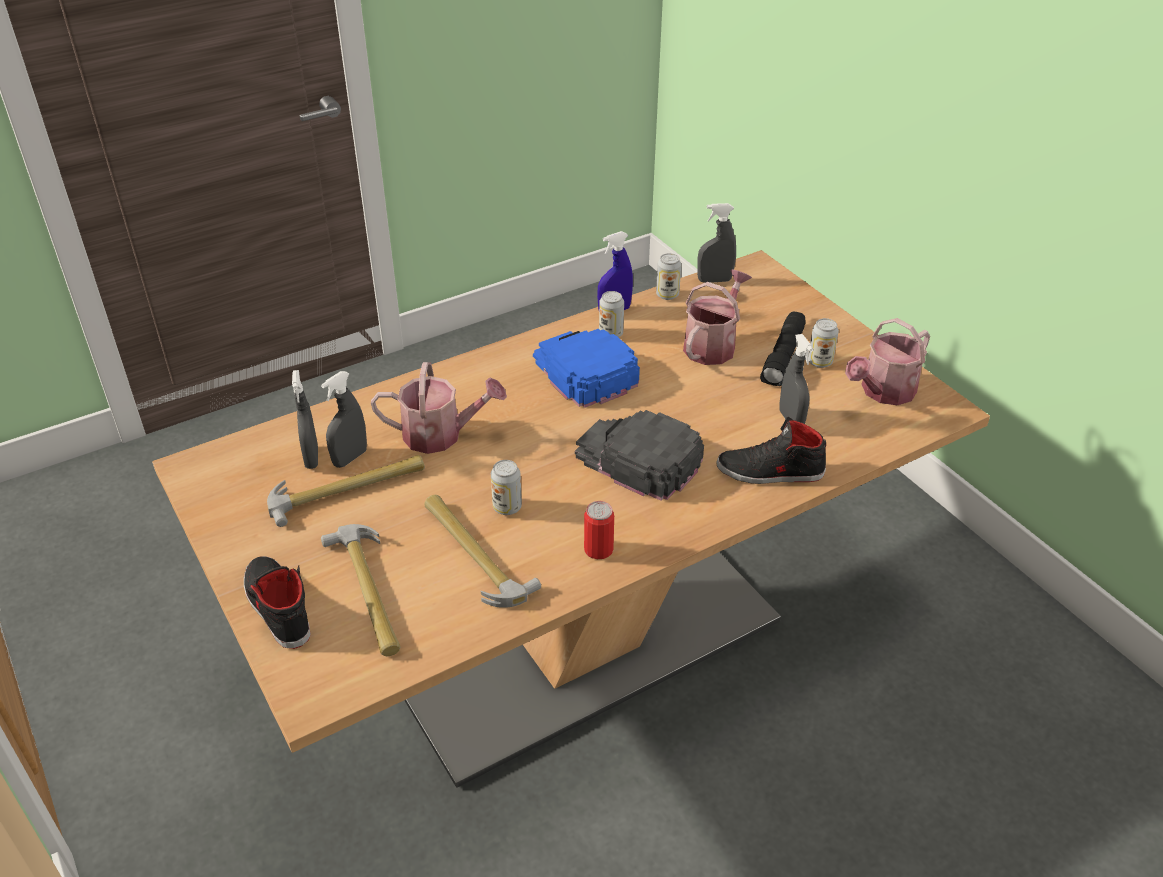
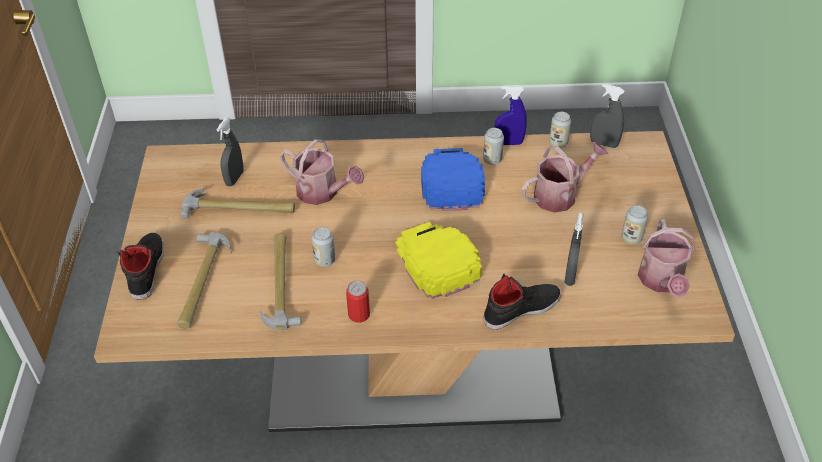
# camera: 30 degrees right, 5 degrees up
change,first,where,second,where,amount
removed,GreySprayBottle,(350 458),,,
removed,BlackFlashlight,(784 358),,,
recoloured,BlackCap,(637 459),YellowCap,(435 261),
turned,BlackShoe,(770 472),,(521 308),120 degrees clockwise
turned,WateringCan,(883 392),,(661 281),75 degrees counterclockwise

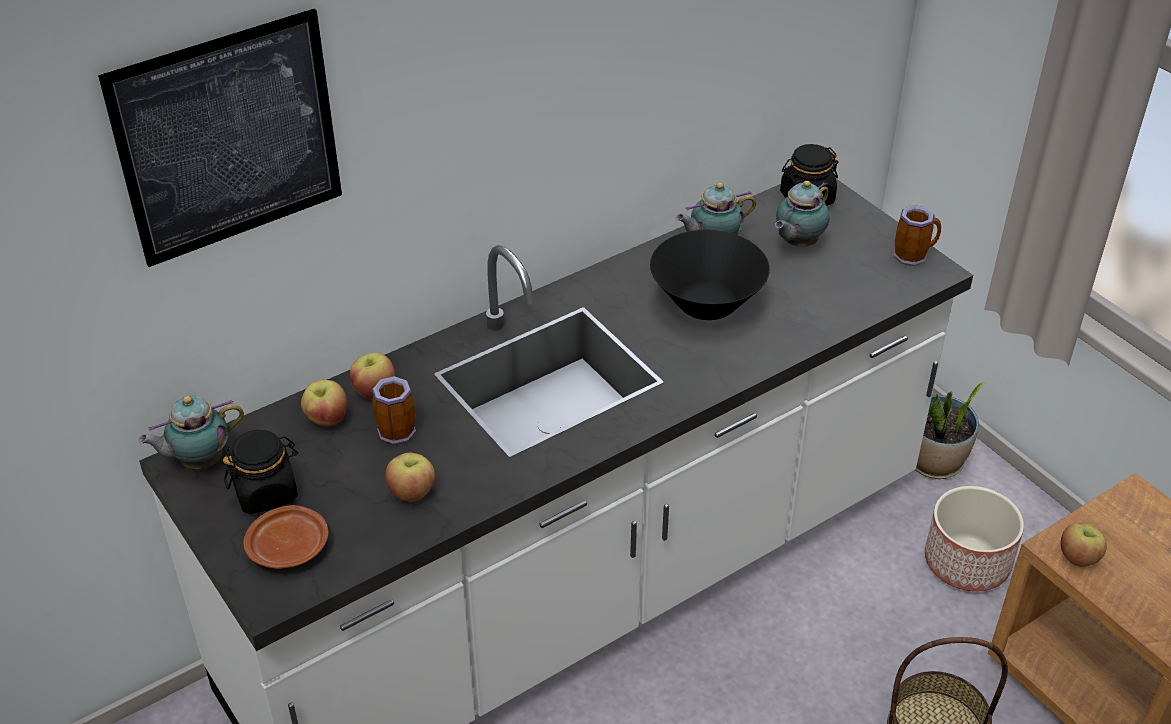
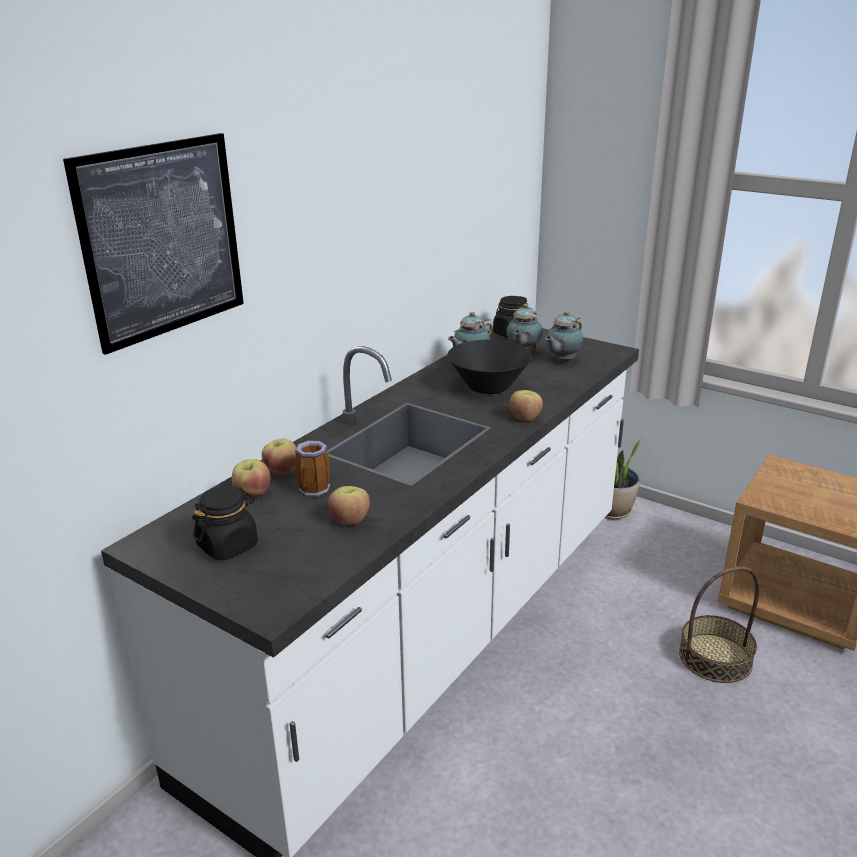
# camera: 20 degrees left, 15 degrees down
change,first,where,second,where,amount
removed,BrownPlate,(289 547),,,
removed,Mug,(913 255),,,
removed,Planter,(966 563),,,
moved,Teapot,(199 461),,(561 360),
moved,Apple,(1079 557),,(525 418),

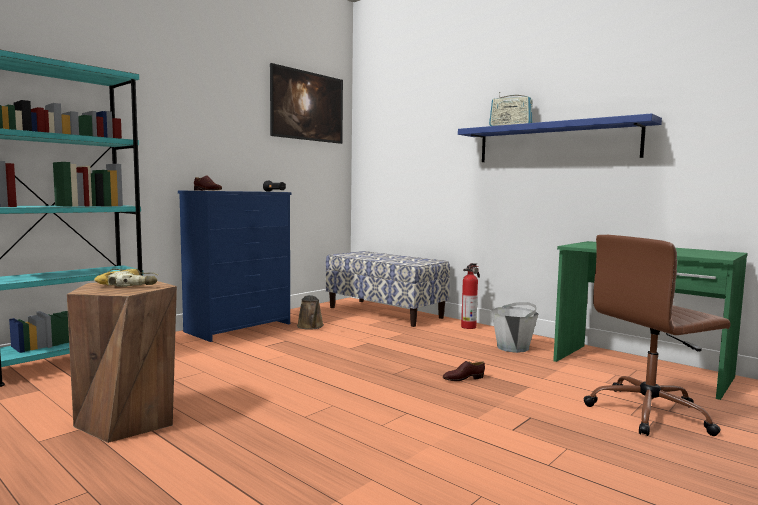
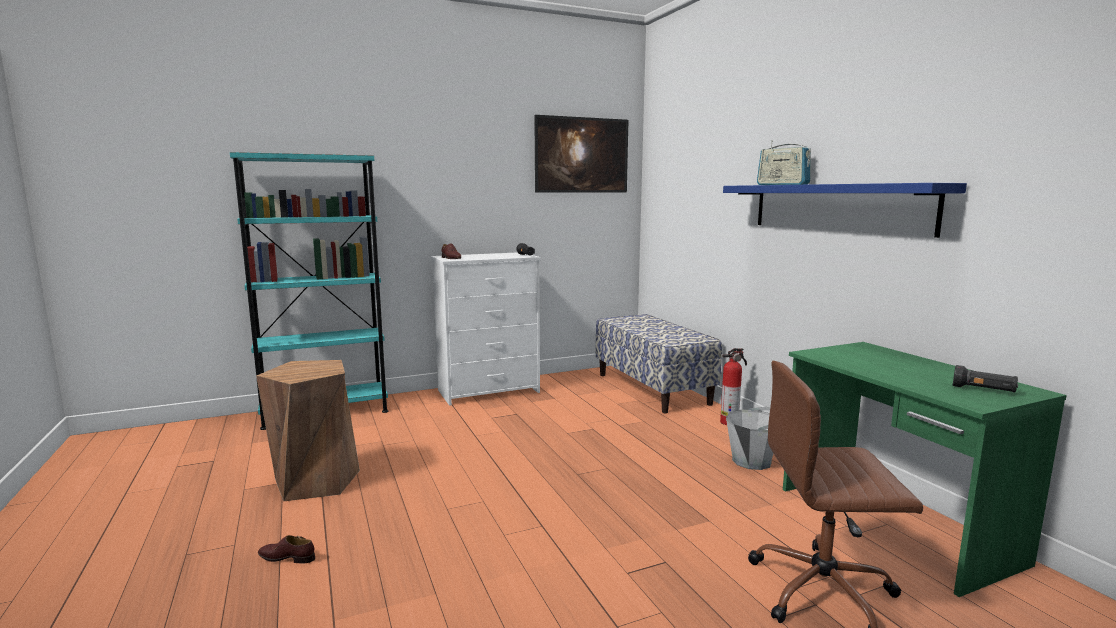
# camera: 25 degrees right, 5 degrees up
change,first,where,second,where,amount
removed,PowerDrill,(130 284),,,
removed,BrownWateringCan,(311 326),,,
added,,,BlackFlashlight,(983 390),
moved,BrownShoe,(463 378),,(287 557),
recoloured,BlueDresser,(239 327),WhiteDresser,(489 391),

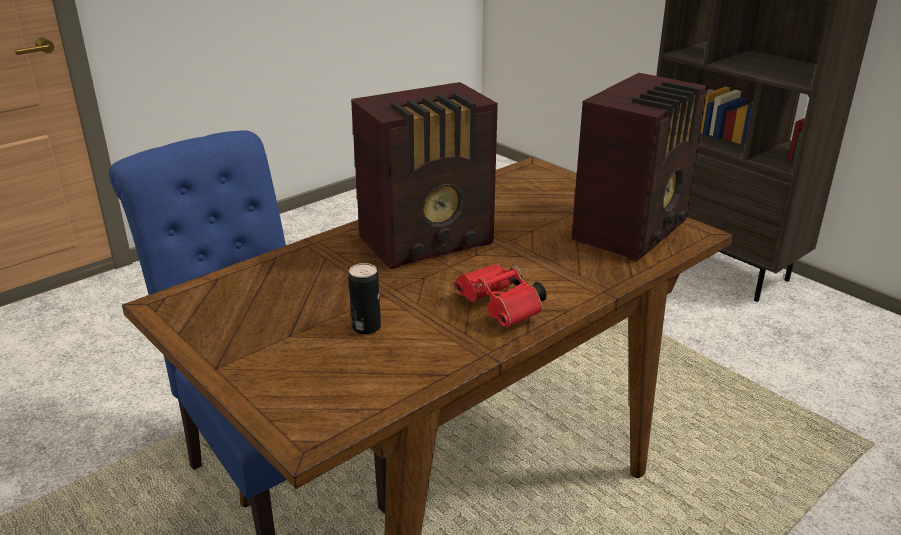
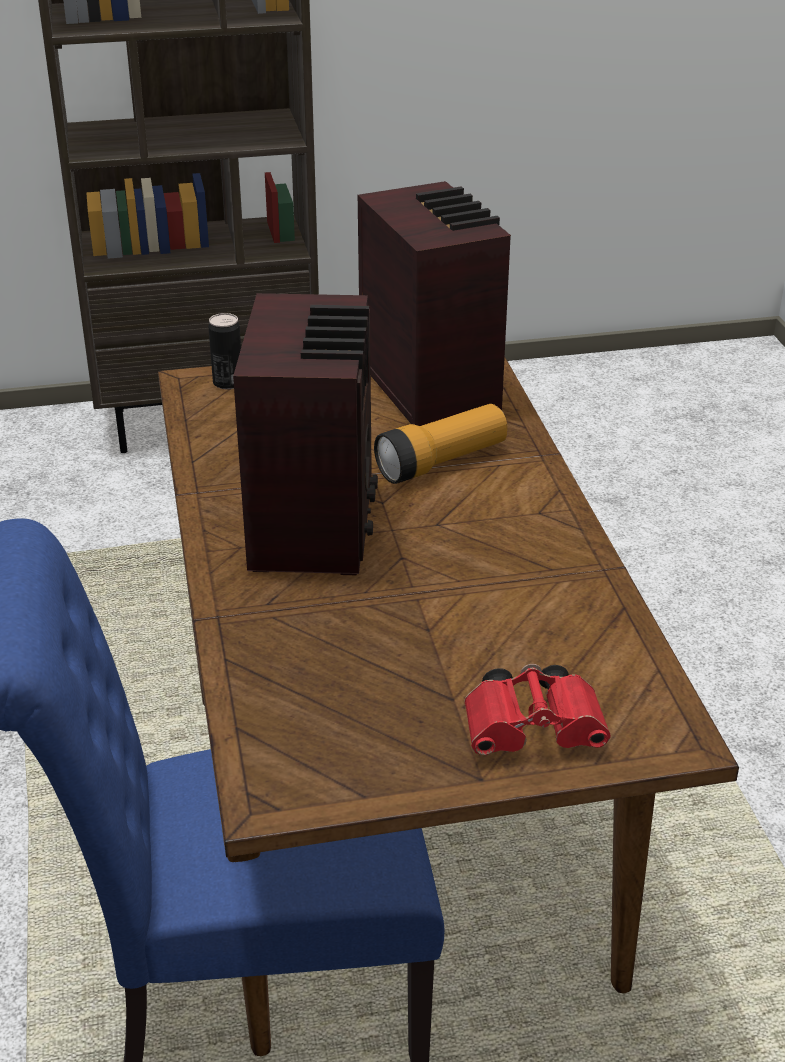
# camera: 60 degrees left, 5 degrees up
change,first,where,second,where,amount
added,,,Flashlight,(441 462),
moved,Can,(366 327),,(228 383),
moved,RedBinoculars,(502 309),,(536 732),

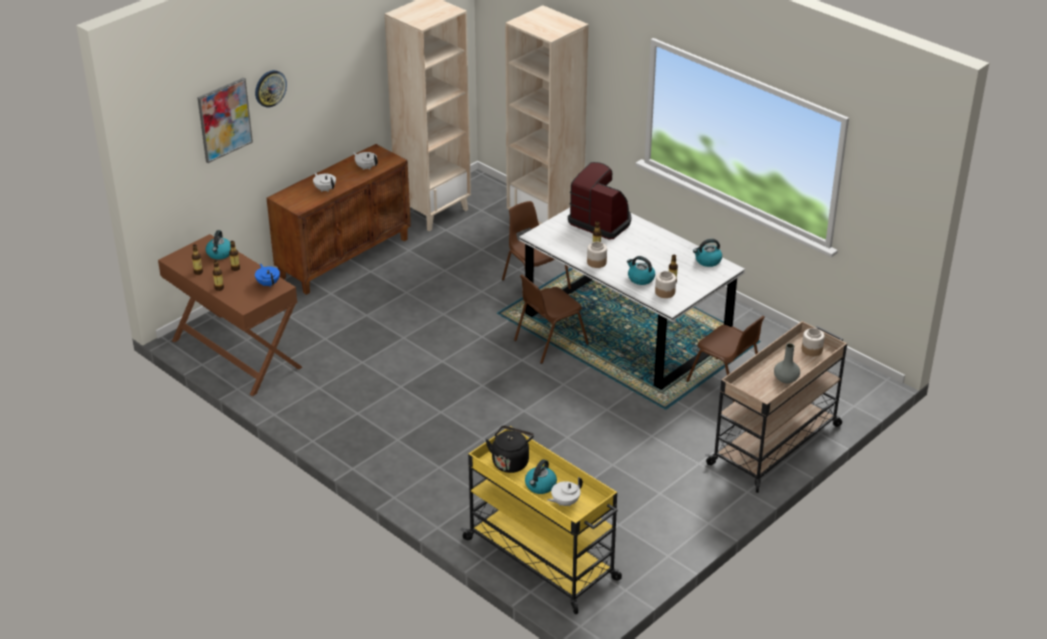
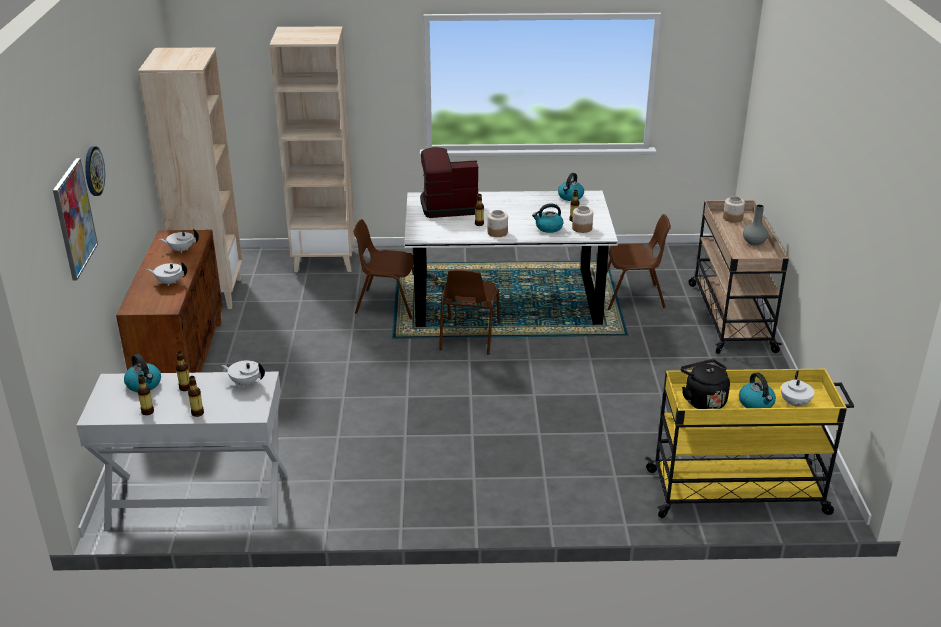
# camera: 45 degrees left, 5 degrees down
change,first,where,second,where,amount
recoloured,BrownConsoleTable,(235 354),WhiteConsoleTable,(198 501),
recoloured,BlueTeapot,(268 283),WhiteTeapot,(245 383),

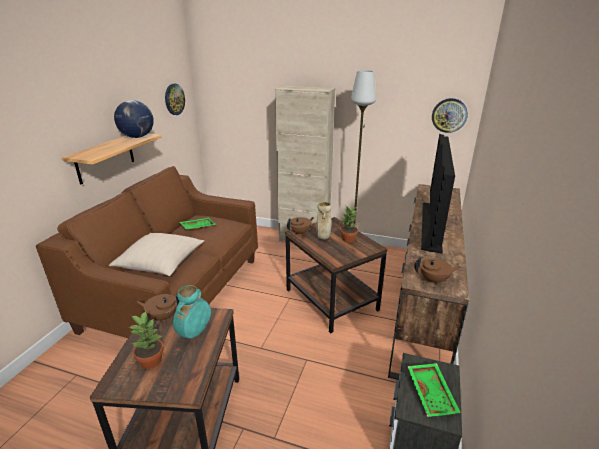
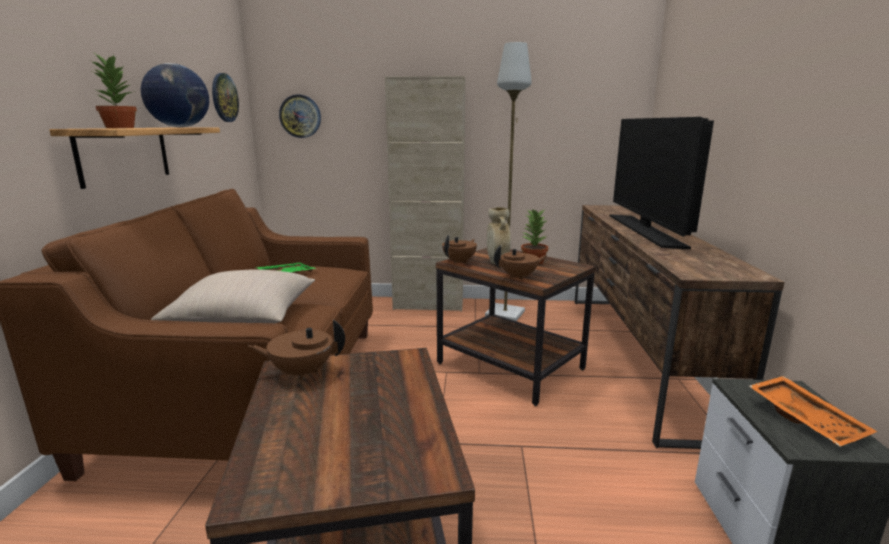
# camera: 15 degrees left, 10 degrees down
change,first,where,second,where,amount
removed,TurquoiseVase,(194 332),,,
moved,PottedPlant,(151 360),,(120 128),
moved,BrownTeapot,(434 280),,(519 277),
moved,WallClock,(449 115),,(300 116),
recoloured,GreenTray,(432 394),OrangeTray,(807 419),

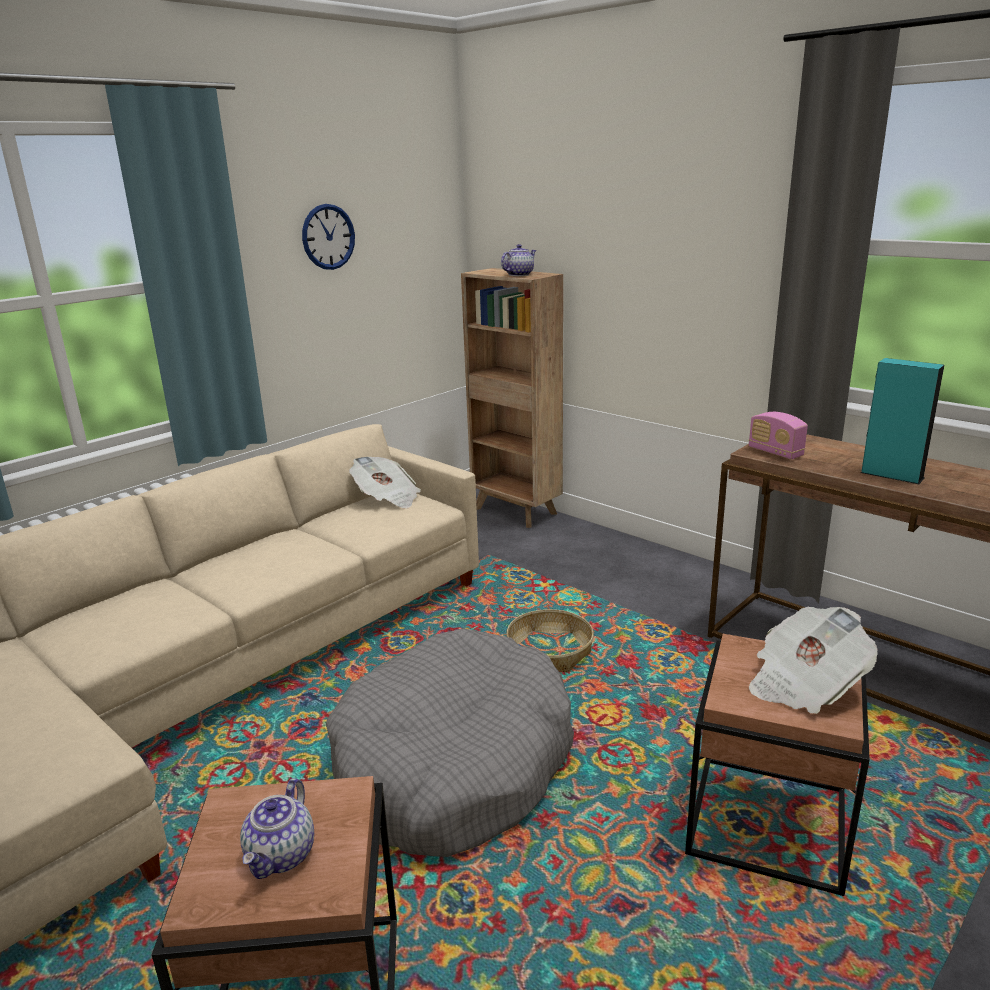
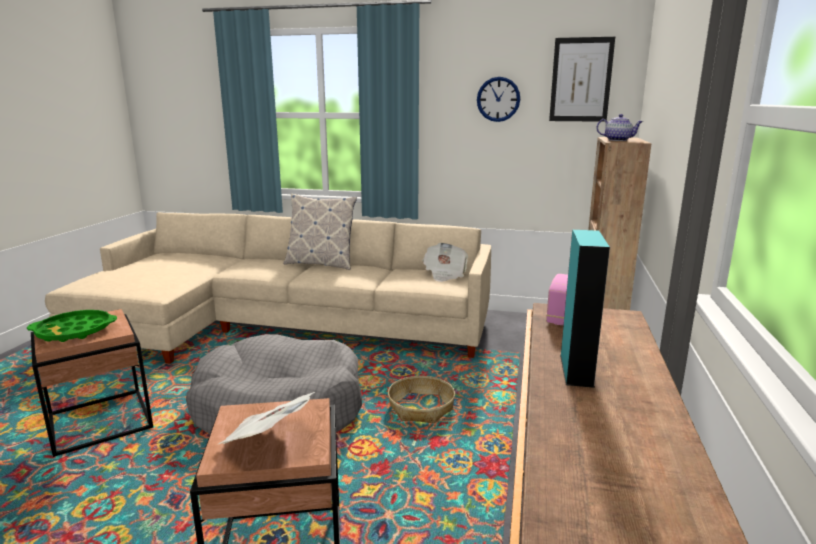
# camera: 60 degrees right, 5 degrees down
change,first,where,second,where,amount
added,,,Pillow,(321 264),
added,,,Picture,(581 80),
replaced,Teapot,(282 856),GreenTray,(74 331),

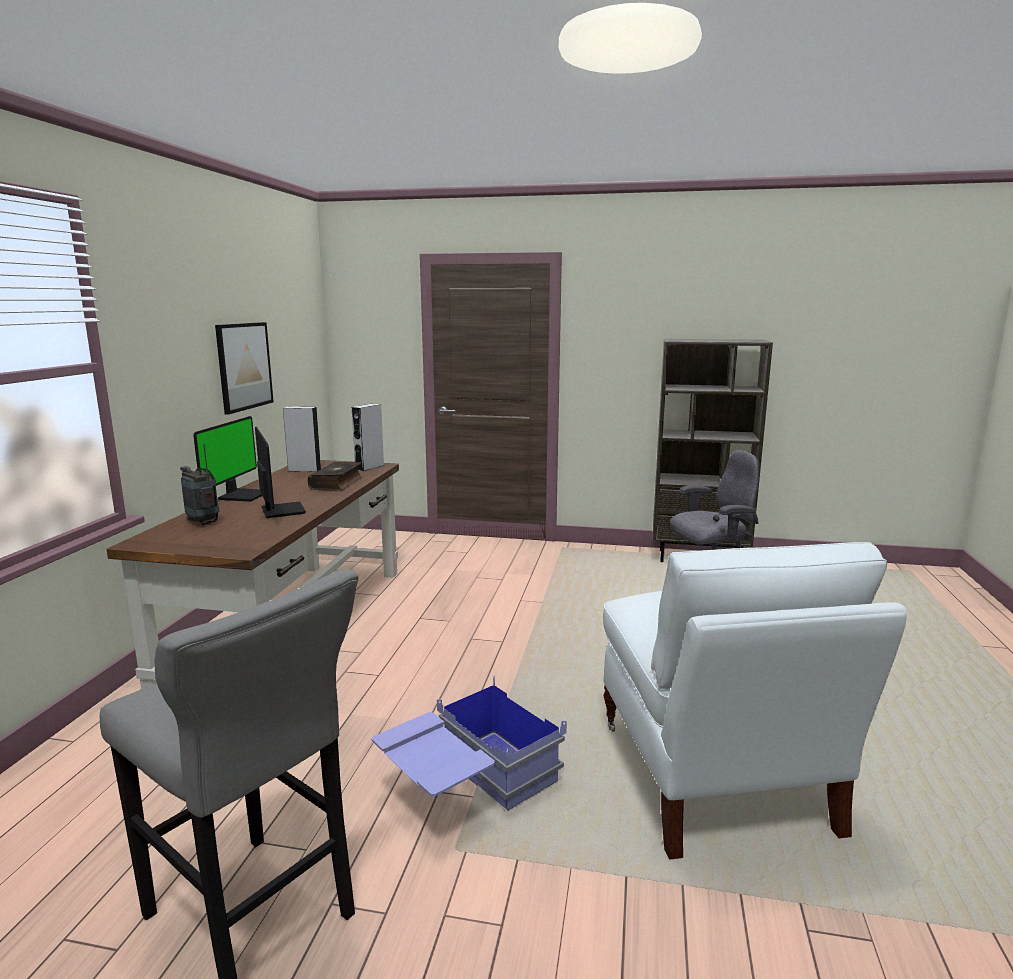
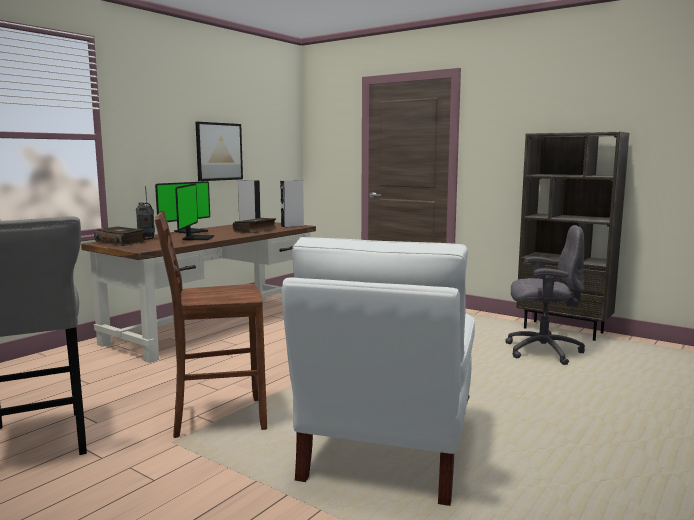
# camera: 25 degrees right, 5 degrees down
change,first,where,second,where,amount
added,,,Book,(121 242),
replaced,BlueStorageBox,(468 788),BrownChair,(216 418),

